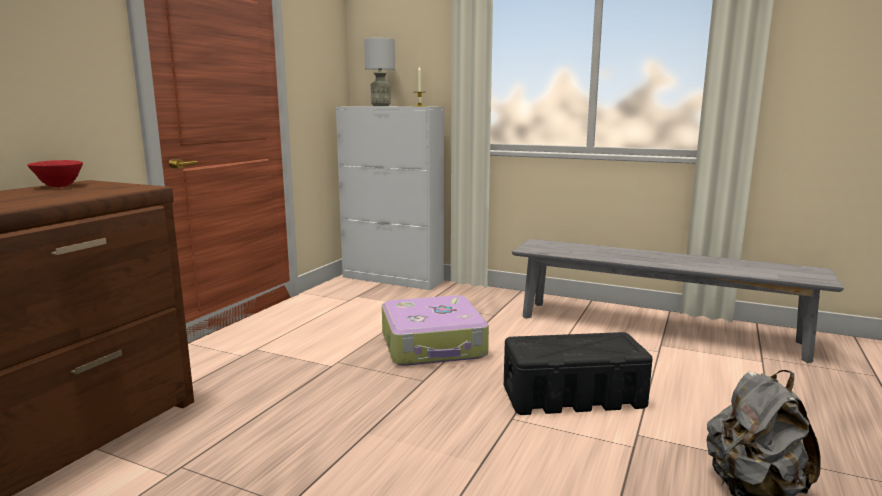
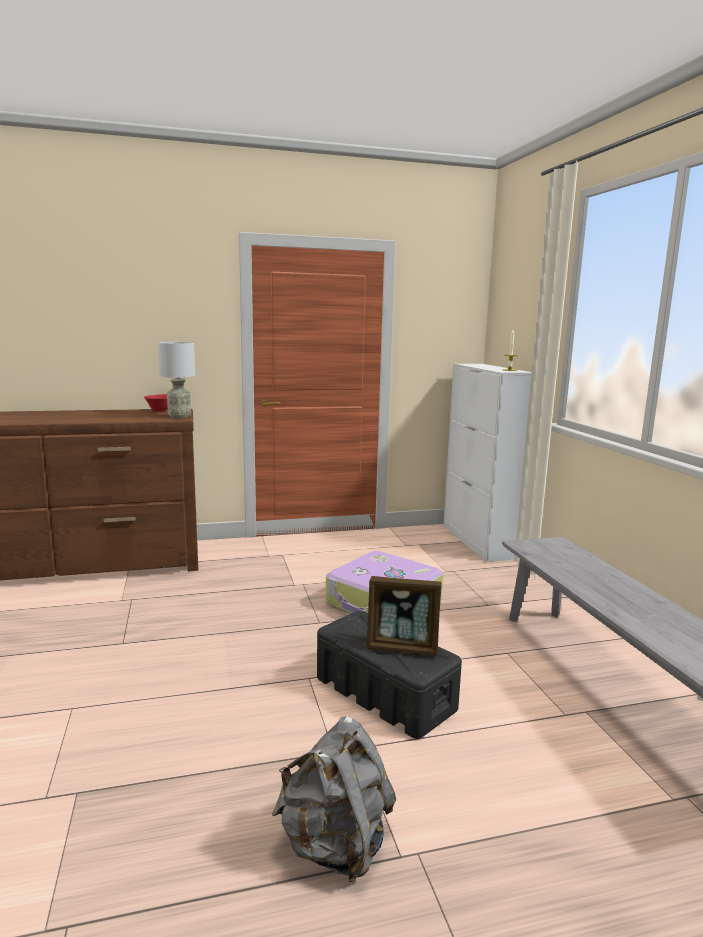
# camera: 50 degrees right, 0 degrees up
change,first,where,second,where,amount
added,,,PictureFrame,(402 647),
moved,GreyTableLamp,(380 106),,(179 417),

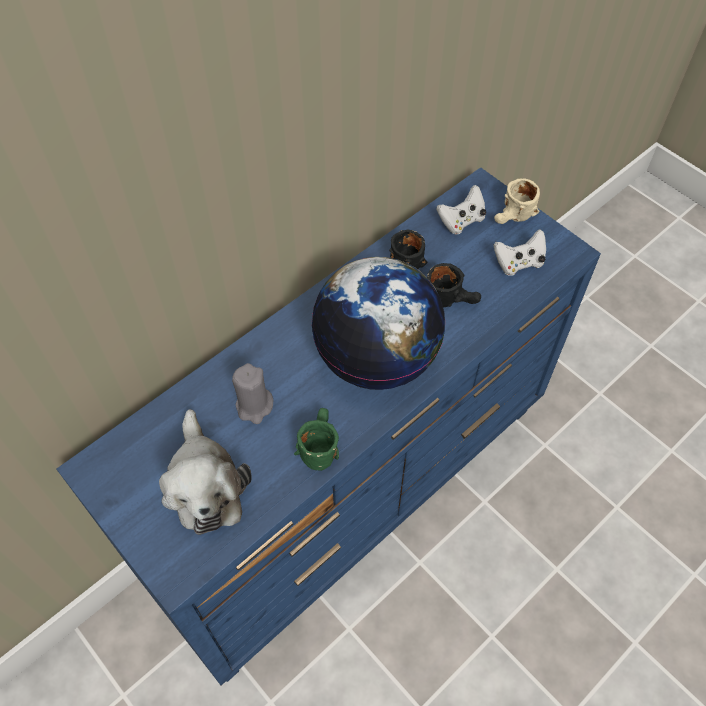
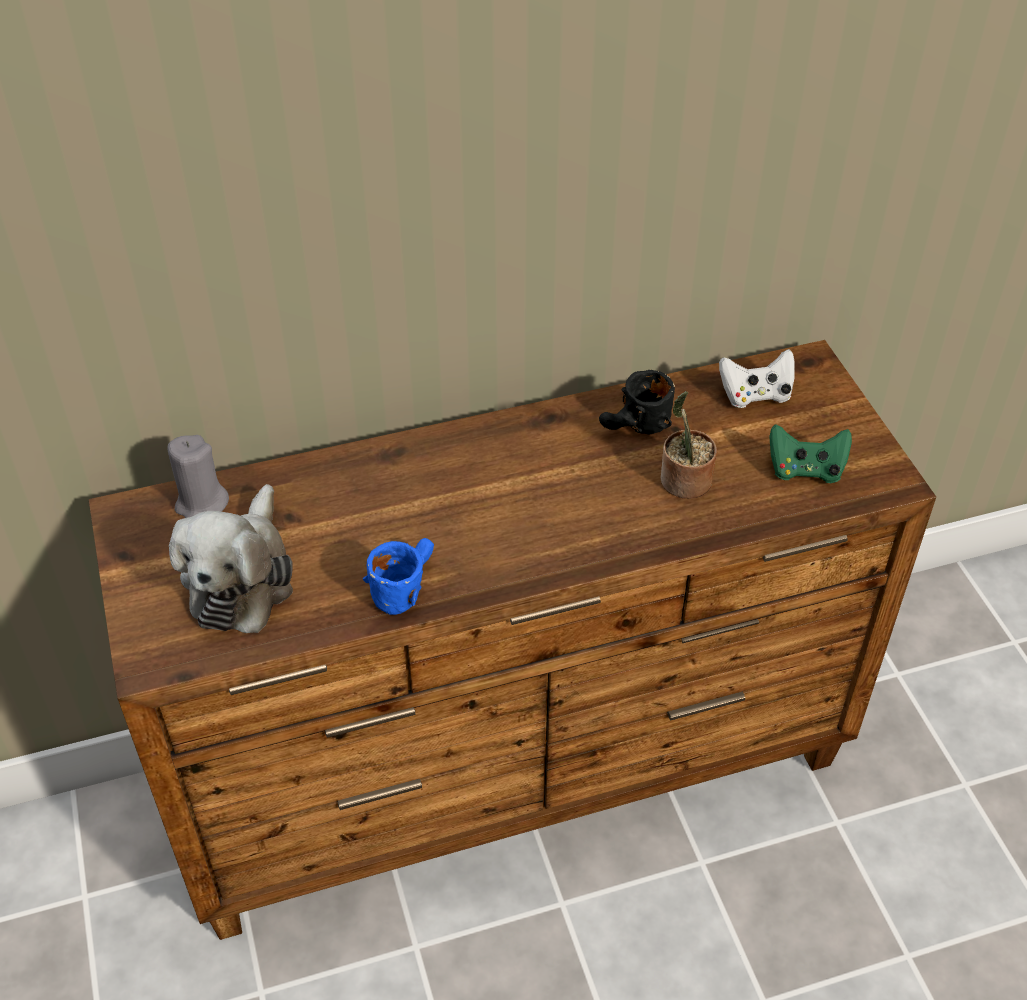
# camera: 25 degrees right, 10 degrees down
change,first,where,second,where,amount
removed,Globe,(377 358),,,
removed,BeigeMug,(513 219),,,
moved,GreyCandle,(254 406),,(201 504),
replaced,BlackMug,(452 299),PottedPlant,(683 482),
recoloured,BlueDresser,(354 494),BrownDresser,(516 775),
recoloured,GreenMug,(317 445),BlueMug,(403 586),
recoloured,WhiteGameController,(518 263),GreenGameController,(805 470),

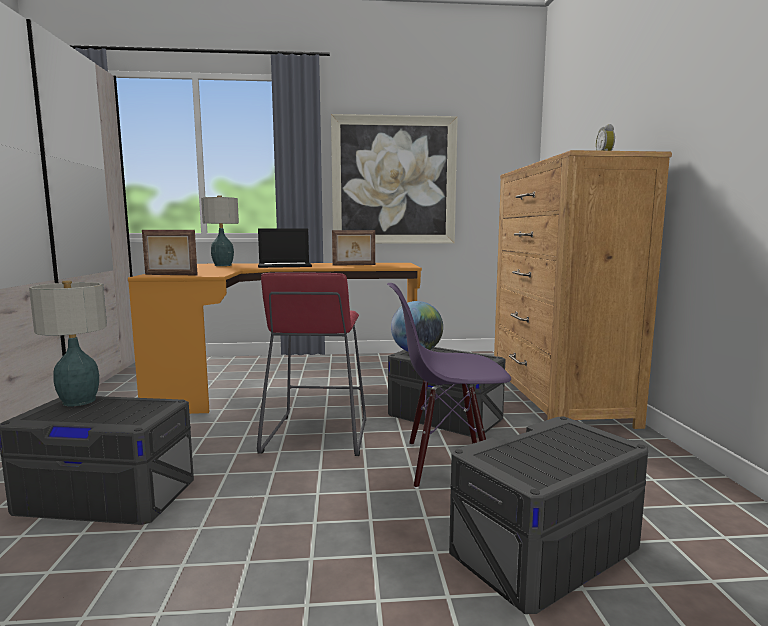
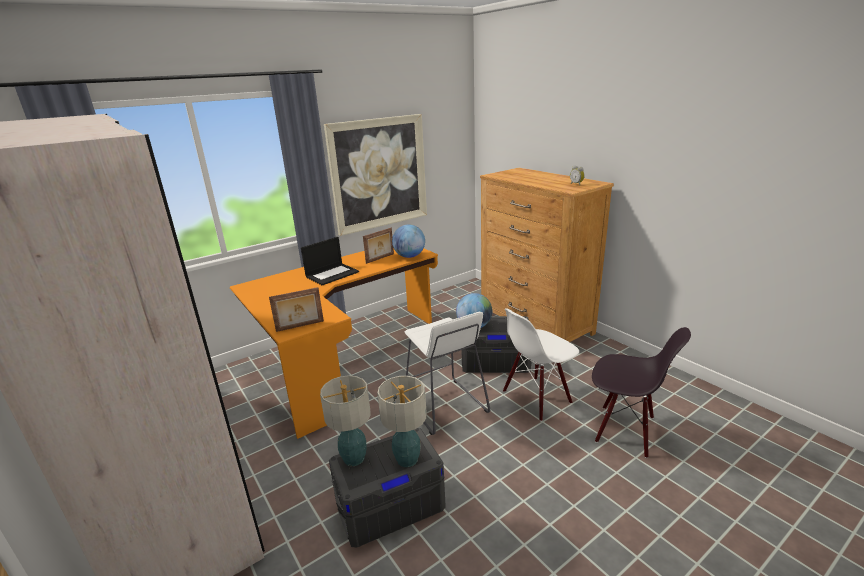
# camera: 30 degrees left, 15 degrees up
change,first,where,second,where,amount
added,,,Globe,(409 256),
moved,TableLamp,(222 265),,(407 460),
replaced,GreyStorageBox,(545 548),BlackChair,(625 430),
recoloured,RedStool,(317 435),WhiteStool,(445 406),
recoloured,PurpleChair,(447 464),WhiteChair,(537 398),

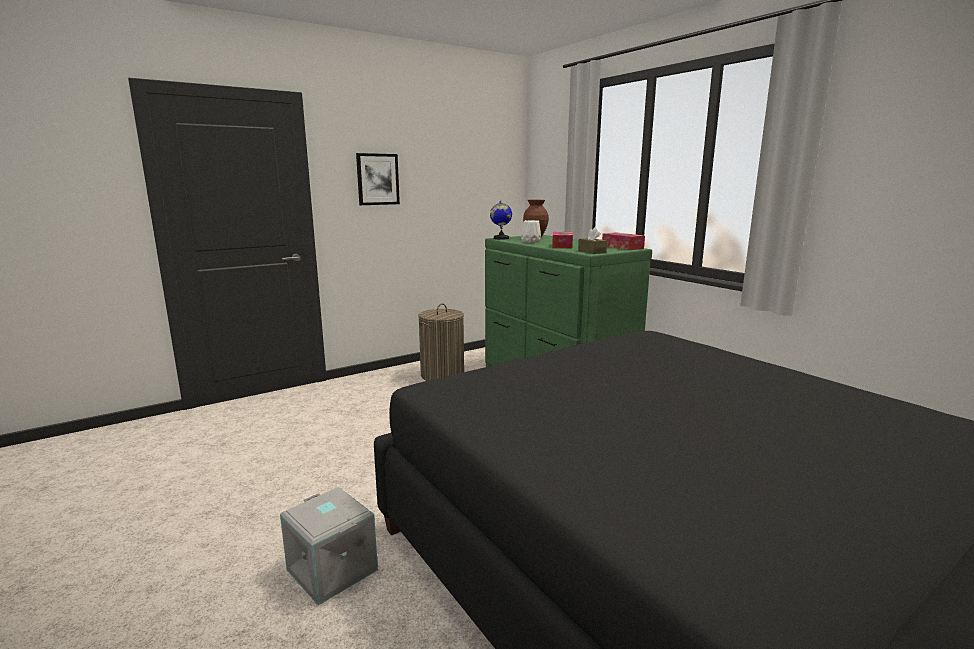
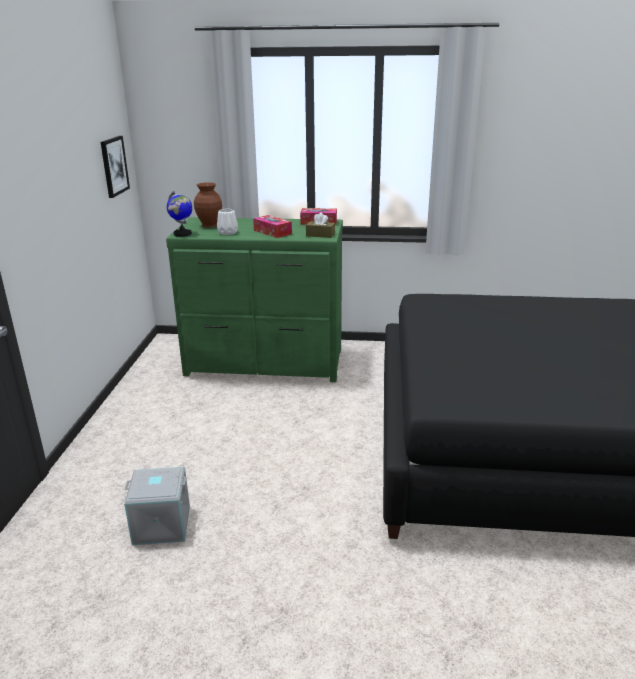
# camera: 50 degrees left, 10 degrees up
change,first,where,second,where,amount
removed,LaundryBasket,(442 375),,,
moved,GreyStorageBox,(330 570),,(161 526),
moved,Picture,(377 179),,(114 166),

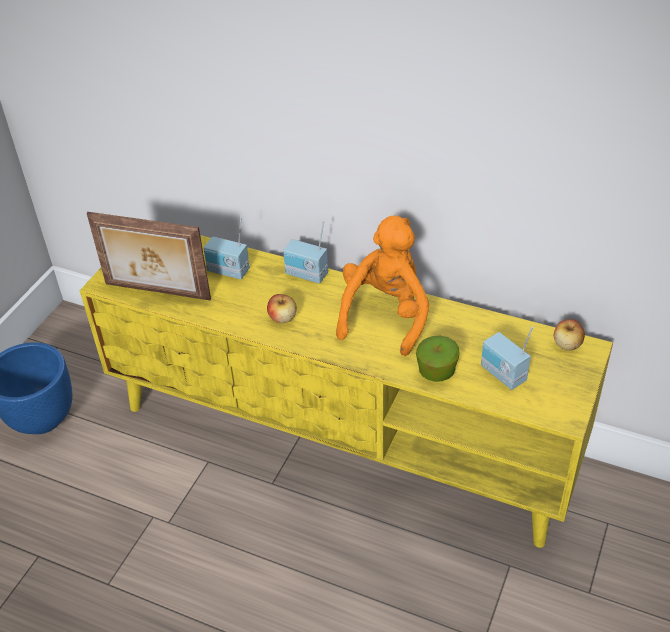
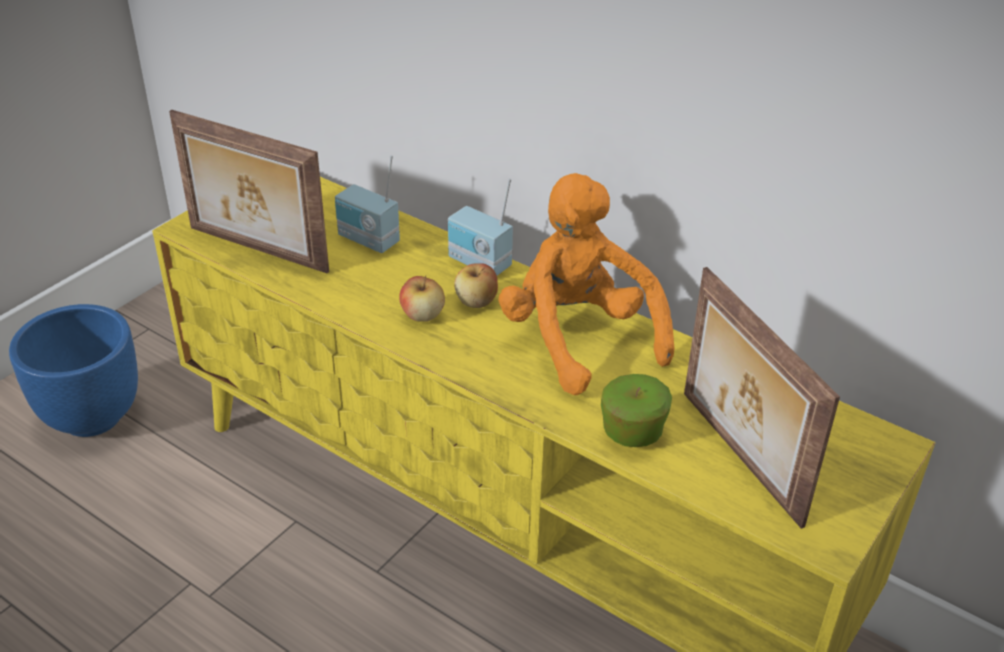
# camera: 10 degrees right, 5 degrees down
change,first,where,second,where,amount
moved,Apple,(567 345),,(476 302),
replaced,Radio,(502 375),PictureFrame,(737 457),
turned,OrangePlushToy,(385 315),,(578 338),60 degrees counterclockwise

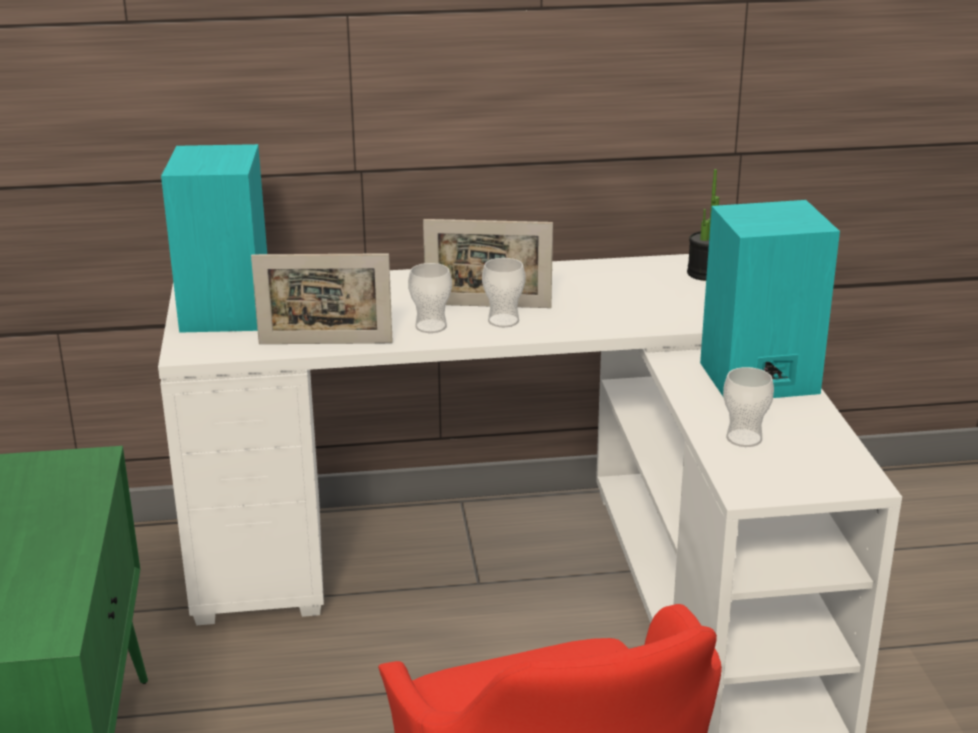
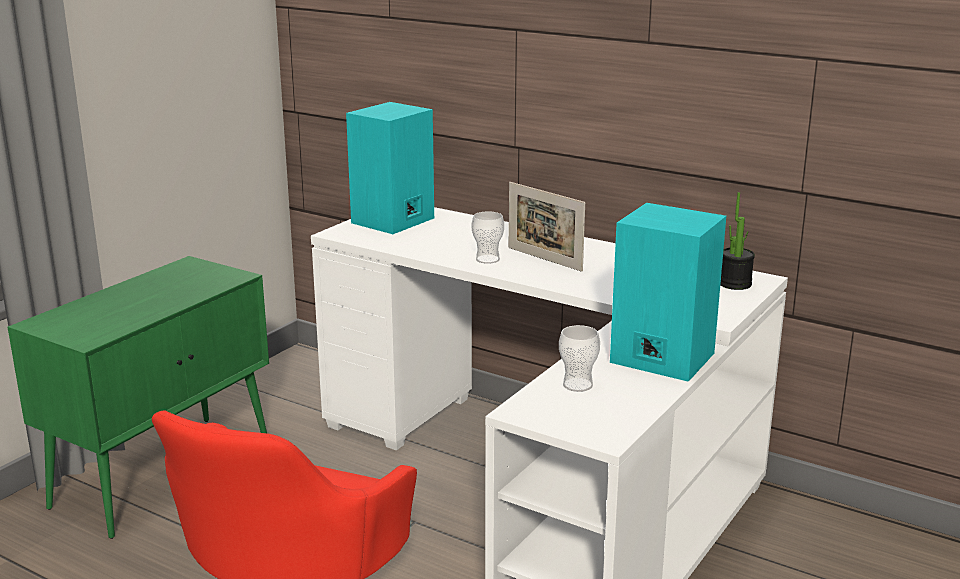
# camera: 40 degrees right, 5 degrees down
change,first,where,second,where,amount
removed,PictureFrame,(325 343),,,
removed,Cup,(503 321),,,

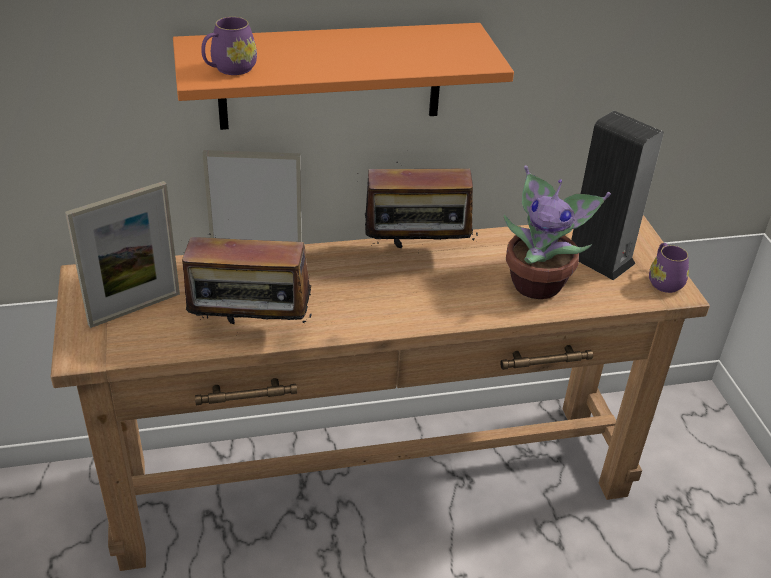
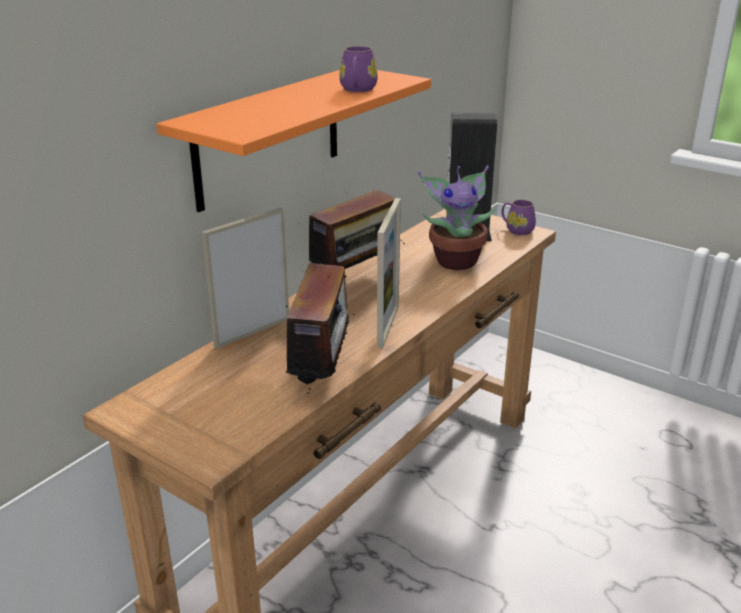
# camera: 40 degrees left, 10 degrees down
change,first,where,second,where,amount
moved,PictureFrame,(134 309),,(388 326),
moved,PurpleMug,(229 69),,(357 90),
turned,Radio,(250 330),,(322 373),45 degrees counterclockwise

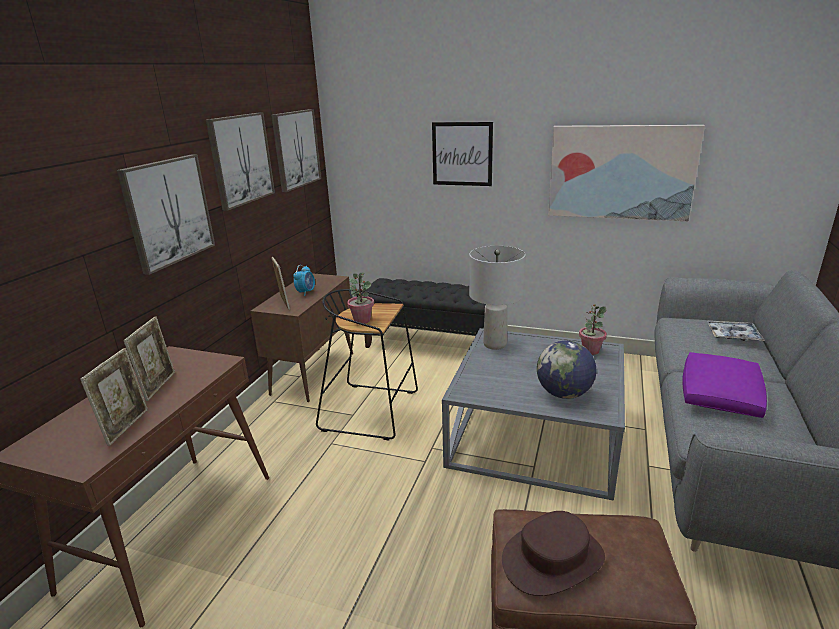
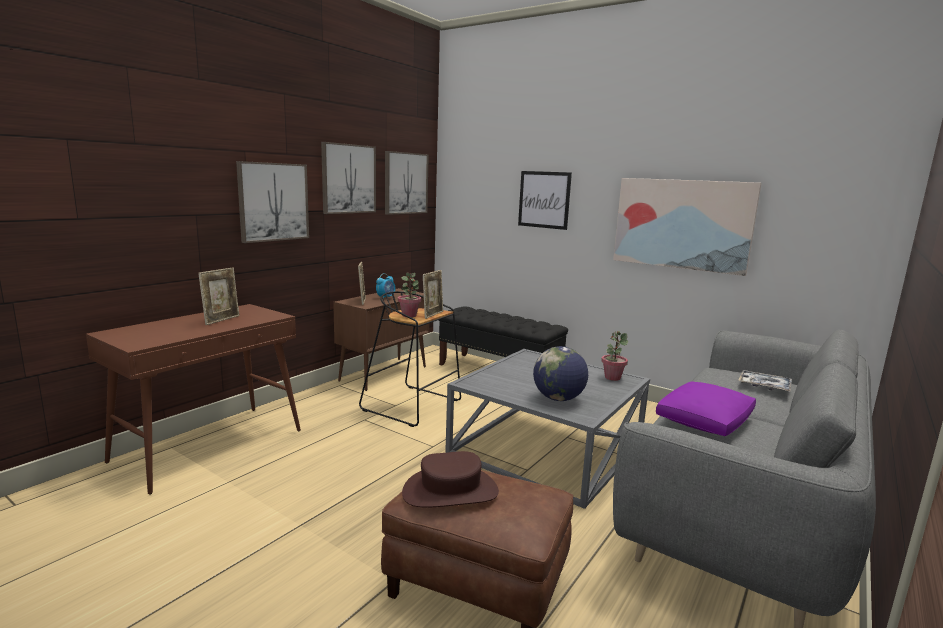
# camera: 15 degrees right, 10 degrees down
change,first,where,second,where,amount
removed,GreyTableLamp,(495 344),,,
moved,PictureFrame,(126 426),,(433 315),

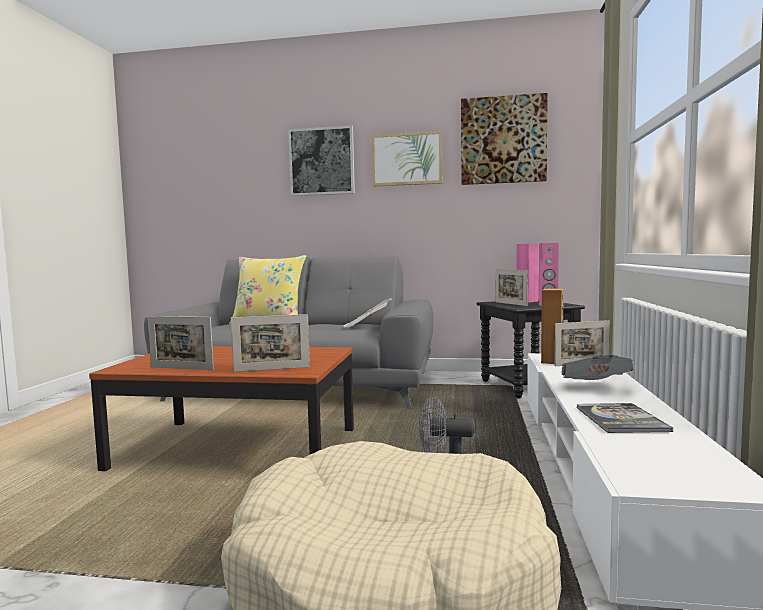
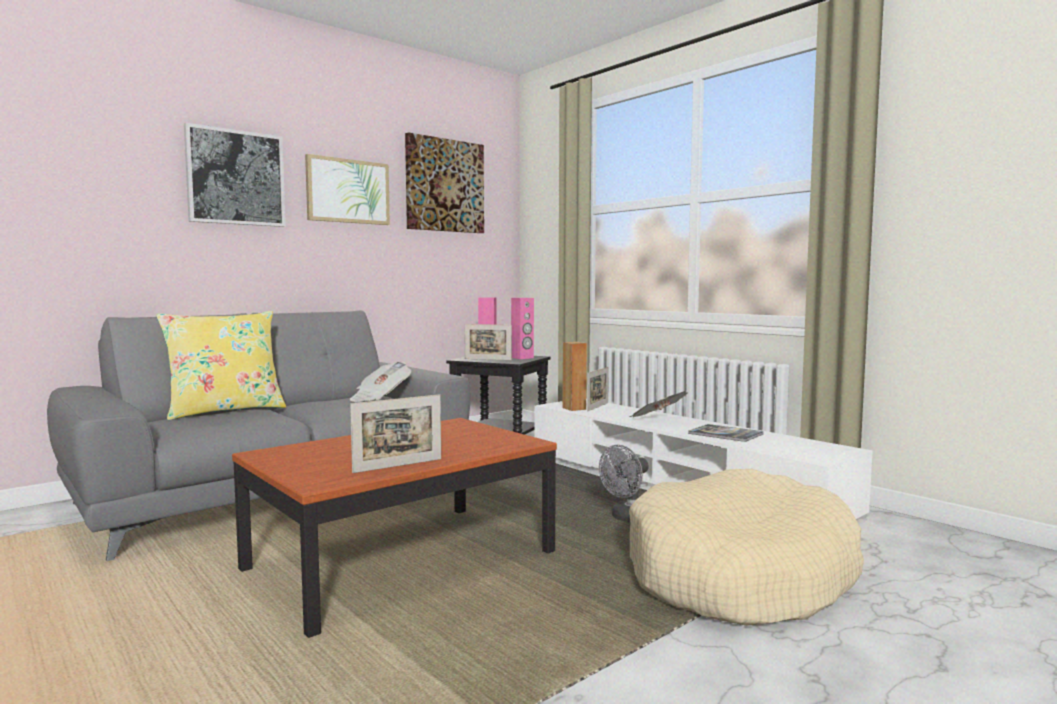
# camera: 50 degrees left, 0 degrees up
change,first,where,second,where,amount
removed,PictureFrame,(272 369),,,

